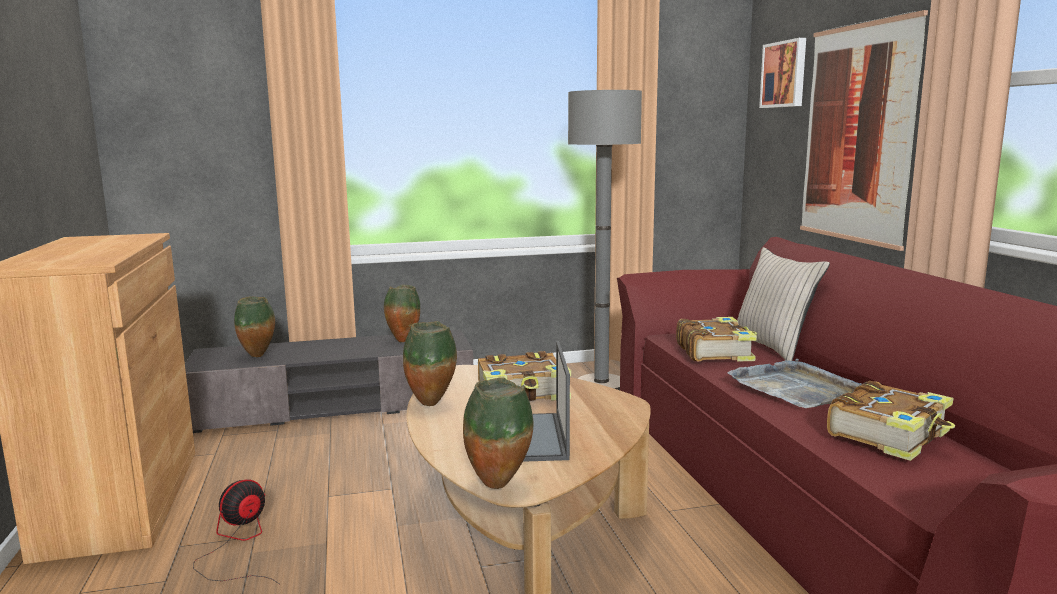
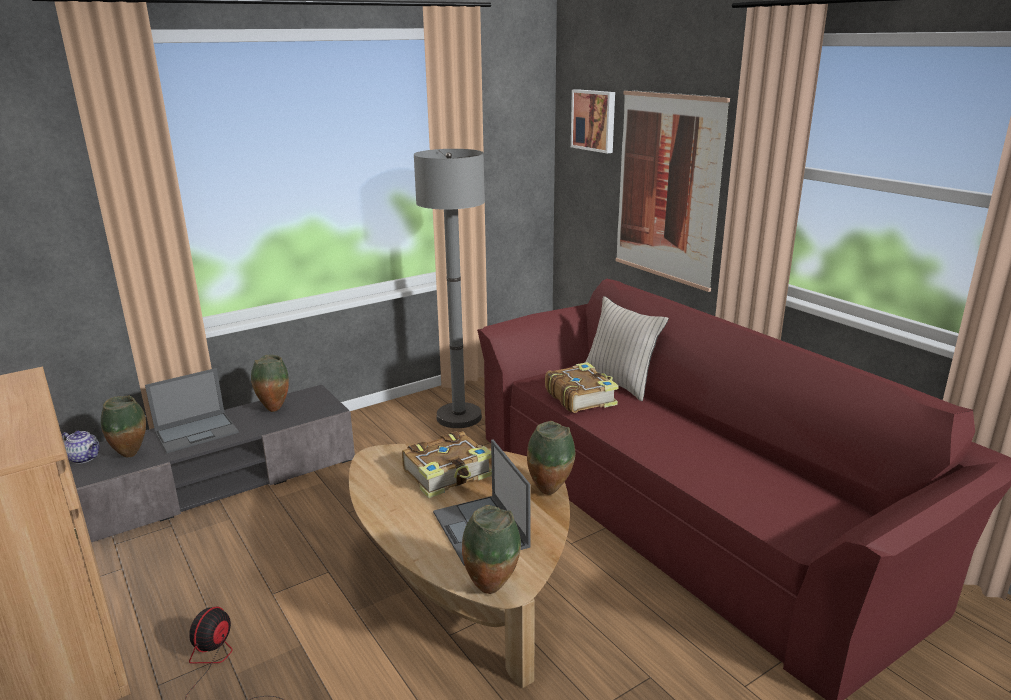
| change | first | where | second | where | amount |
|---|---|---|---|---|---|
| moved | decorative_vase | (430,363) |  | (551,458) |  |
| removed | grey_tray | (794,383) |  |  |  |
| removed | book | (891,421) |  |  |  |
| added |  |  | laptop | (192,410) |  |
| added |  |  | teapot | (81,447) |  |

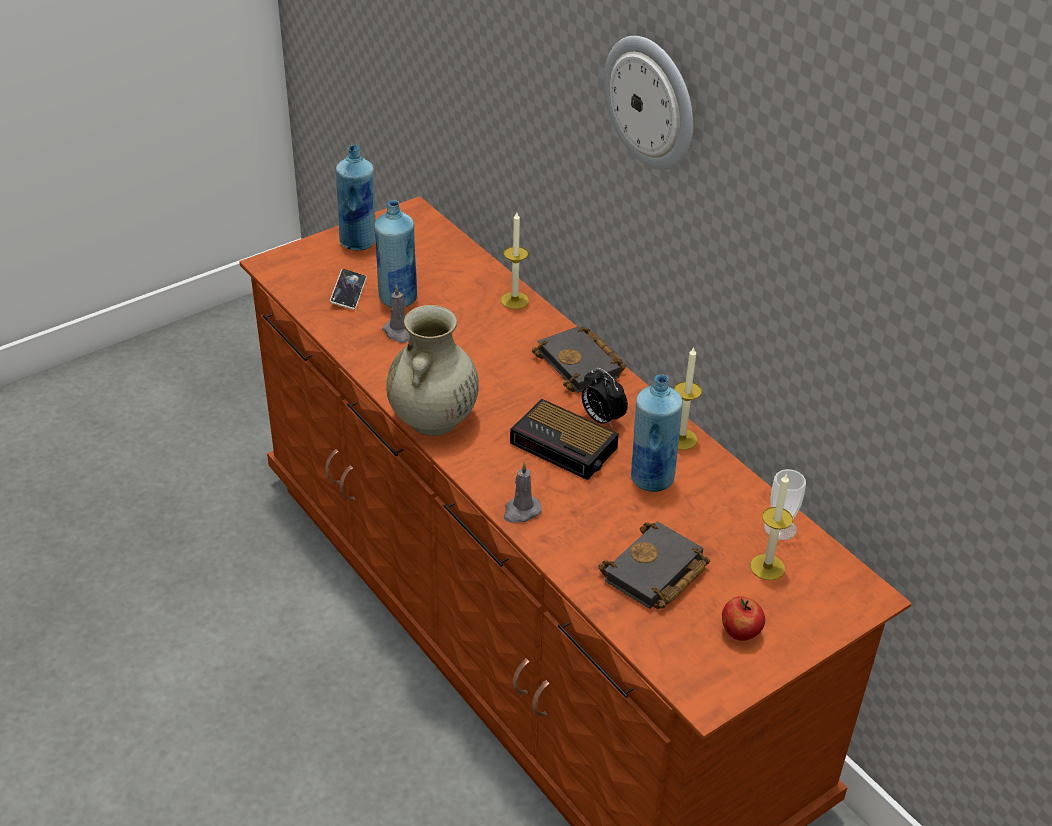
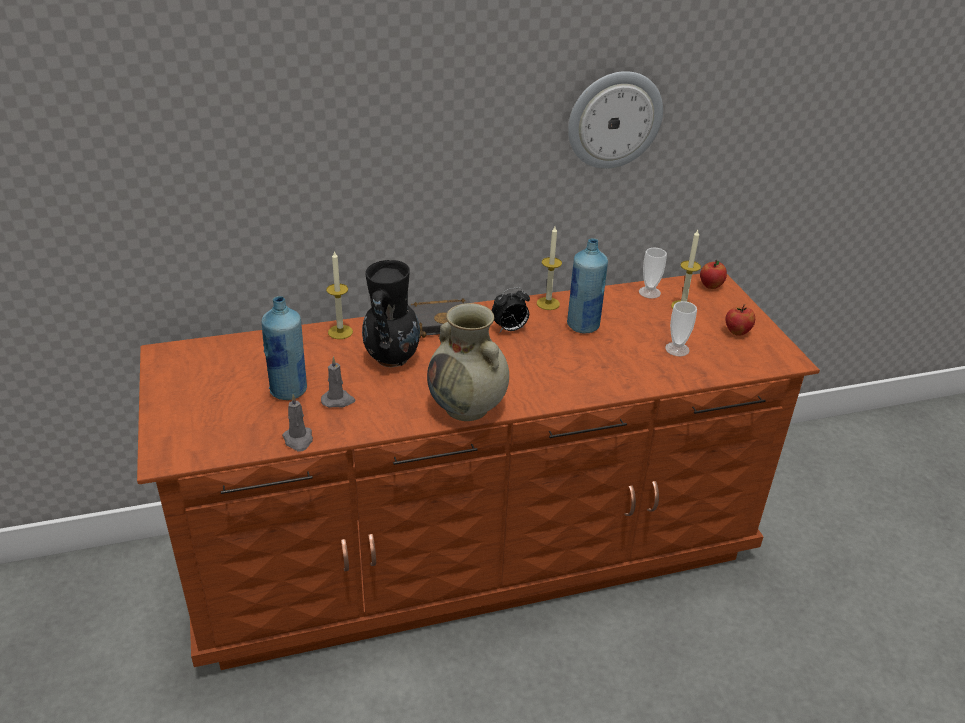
| change | first | where | second | where | amount |
|---|---|---|---|---|---|
| moved | hanging_clock | (648,103) |  | (615,120) |  |
| removed | blue_drink_bottle | (356,198) |  |  |  |
| removed | handset | (348,289) |  |  |  |
| removed | bedside_clock | (564,439) |  |  |  |
| moved | grey_wax_candle | (522,492) |  | (297,422) |  |
| replaced | black_book | (654,565) | drinking_cup | (681,328) |  |
| added |  |  | black_decorative_vase | (391,313) |  |
| added |  |  | apple | (713,274) |  |

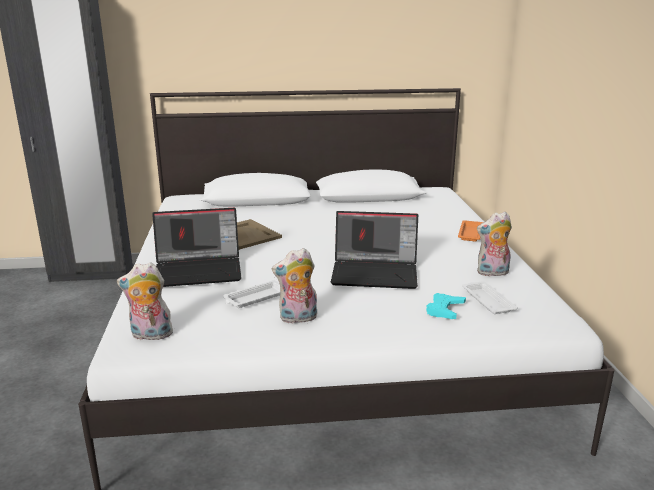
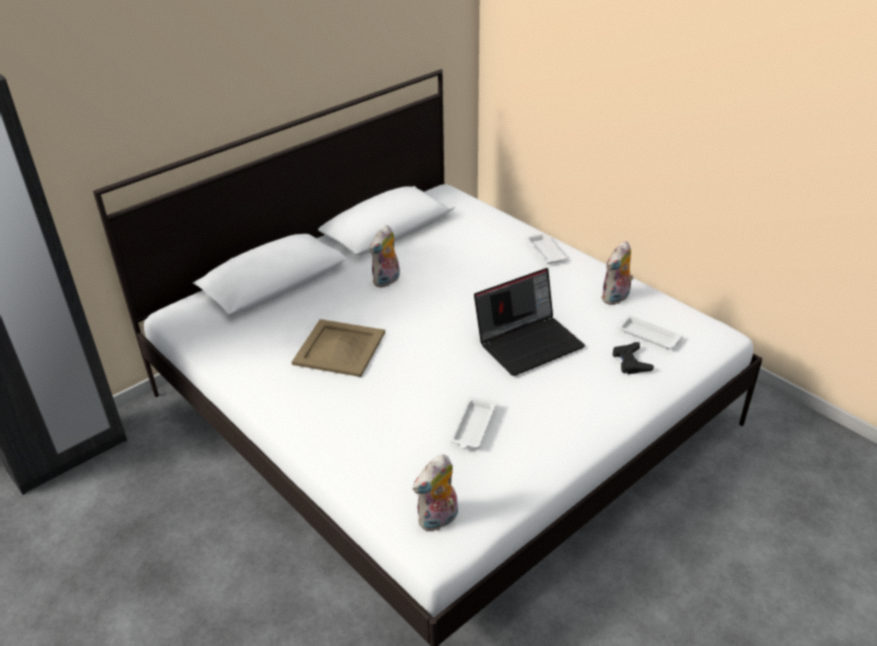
| change | first | where | second | where | amount |
|---|---|---|---|---|---|
| removed | laptop | (196,247) |  |  |  |
| recoloured | orange_tray | (470,231) | white_tray | (546,248) |  |
| moved | plush_toy | (294,286) |  | (385,256) |  |
| recoloured | turquoise-coloured_joypad | (446,306) | black_joypad | (633,358) |  |

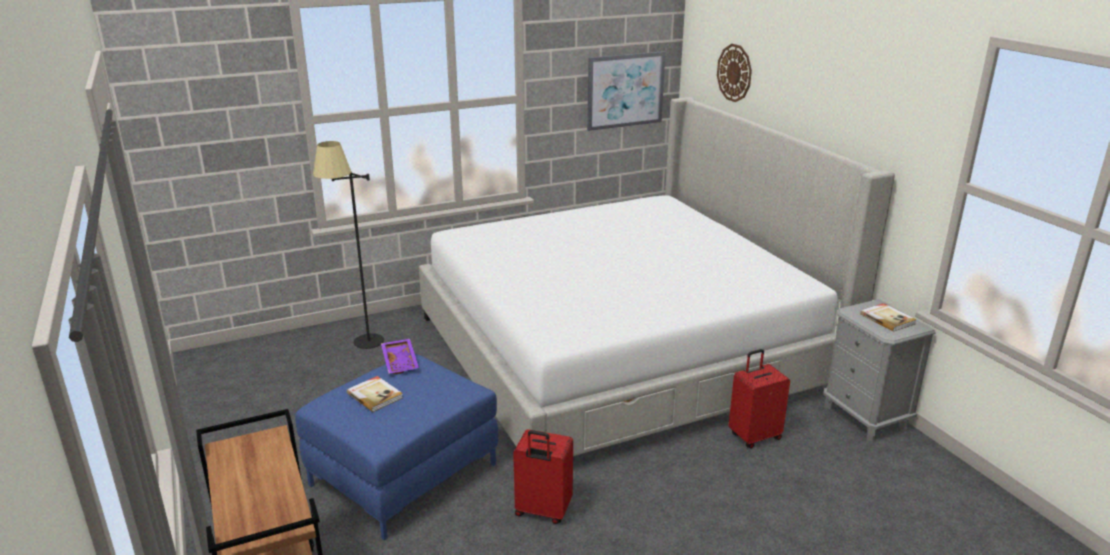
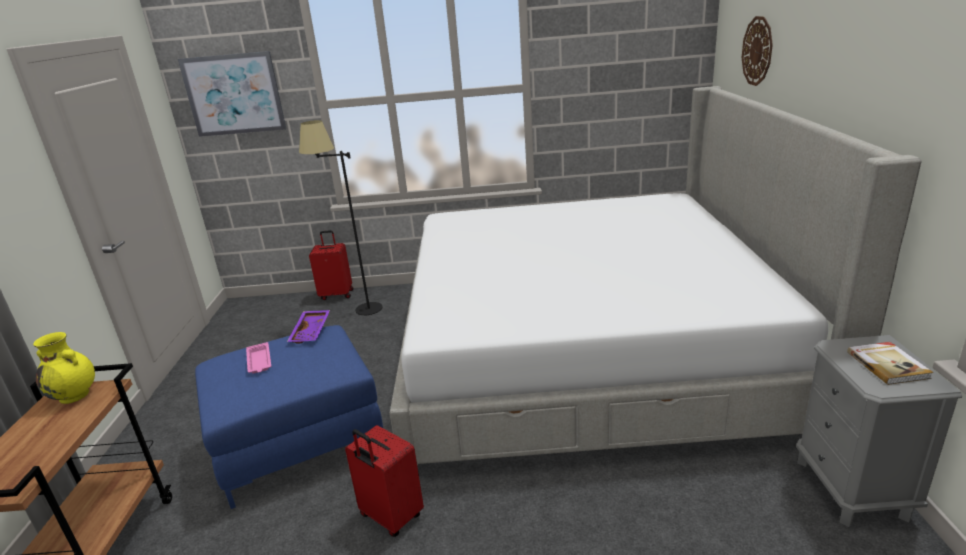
| change | first | where | second | where | amount |
|---|---|---|---|---|---|
| moved | wall_art | (626,91) |  | (232,94) |  |
| moved | red_travel_case | (759,398) |  | (331,265) |  |
| replaced | book | (375,394) | pink_tray | (258,358) |  |
| added |  |  | yellow-coloured_decorative_vase | (64,368) |  |

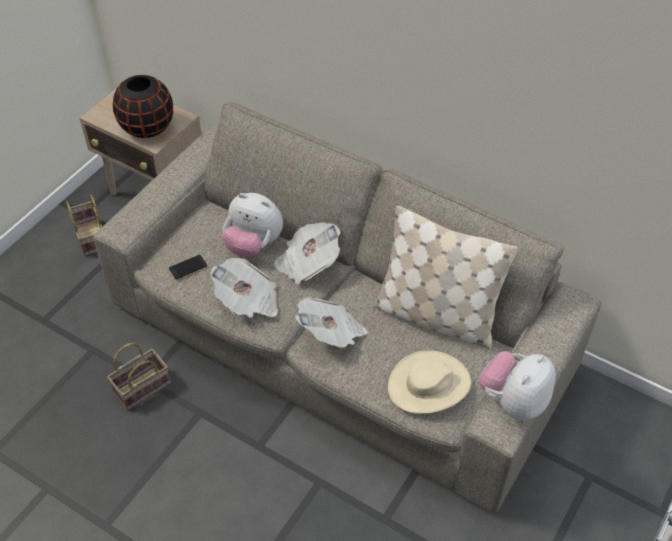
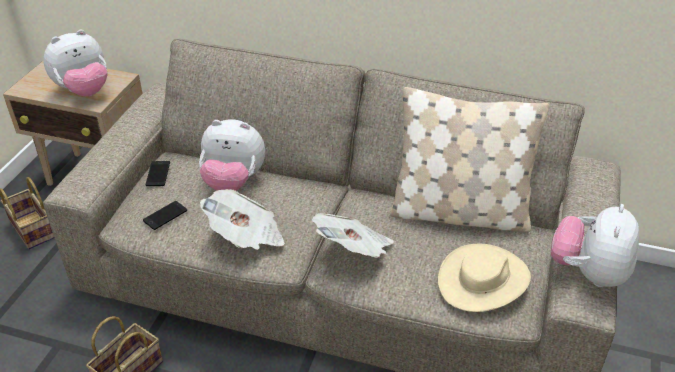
| change | first | where | second | where | amount |
|---|---|---|---|---|---|
| replaced | black_decorative_vase | (143,106) | plush_toy | (75,63) |  |
| removed | newspaper | (307,253) |  |  |  |
| added |  |  | handset | (158,173) |  |

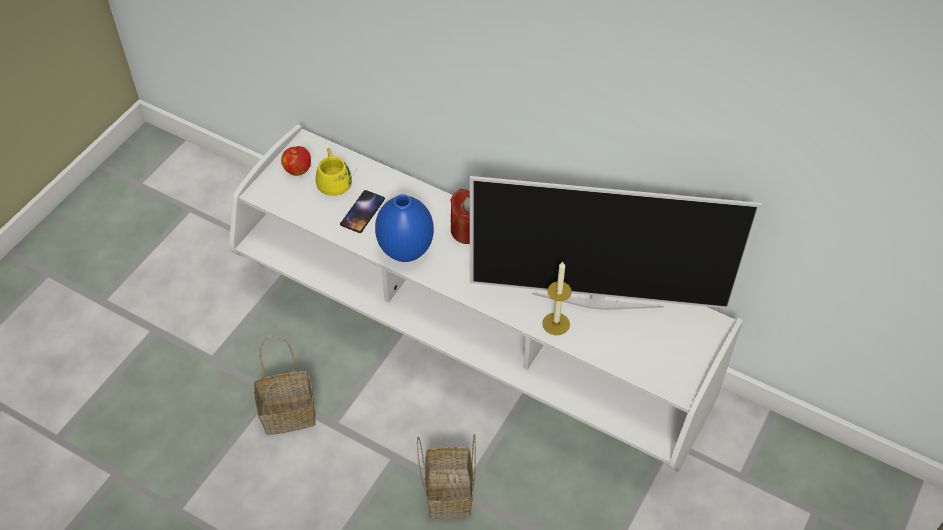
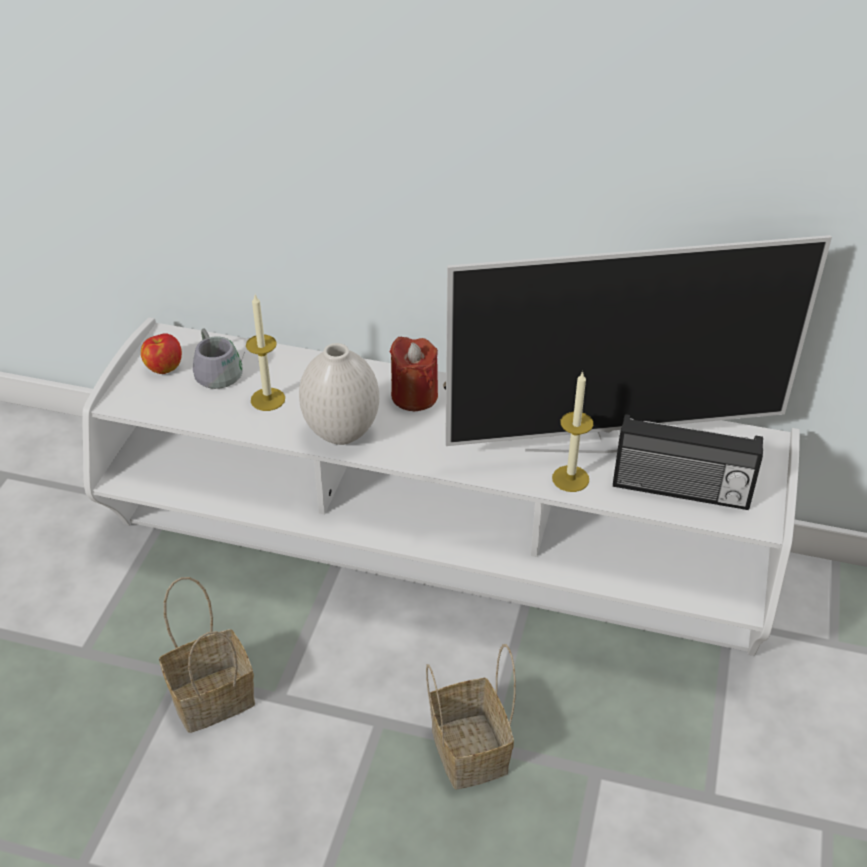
| change | first | where | second | where | amount |
|---|---|---|---|---|---|
| recoloured | yellow-coloured_coffee_mug | (337,172) | grey_coffee_mug | (219,359) |  |
| replaced | handset | (362,211) | wax_candle | (265,353) |  |
| recoloured | blue_decorative_vase | (404,228) | white_decorative_vase | (339,394) |  |
| added |  |  | radio_set | (688,462) |  |

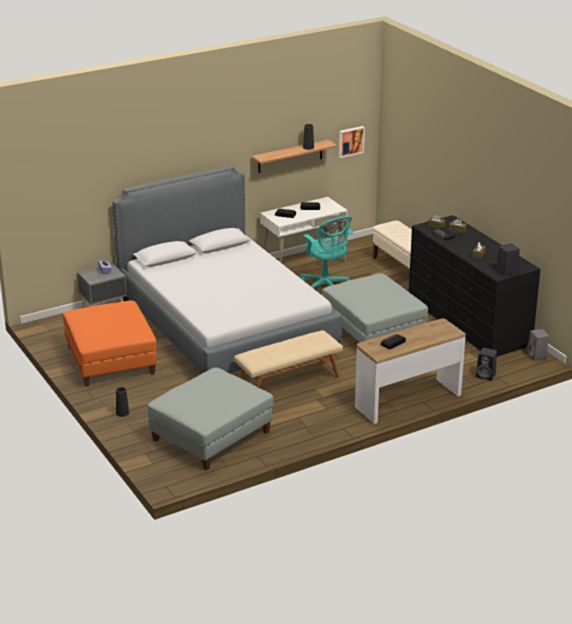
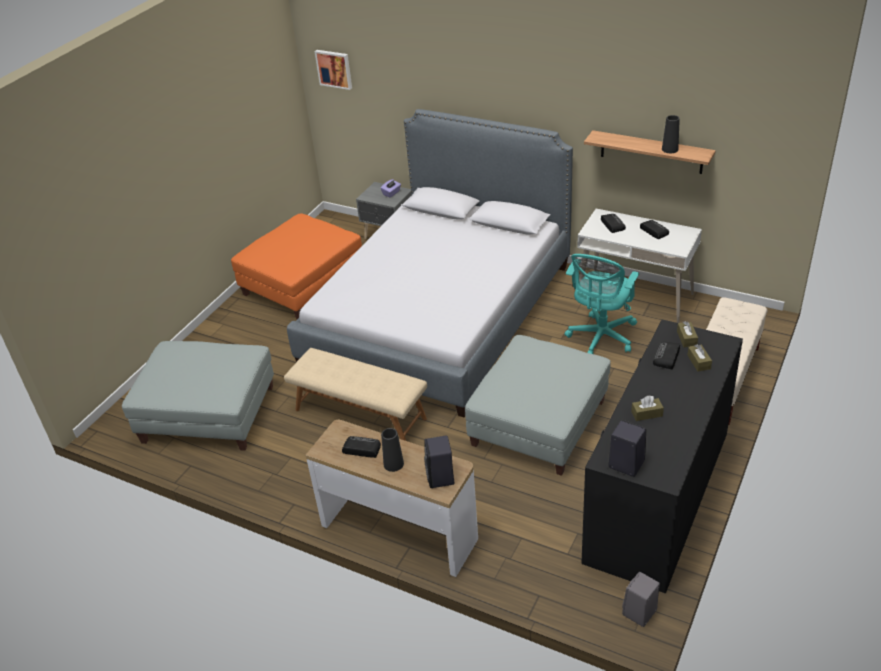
| change | first | where | second | where | amount |
|---|---|---|---|---|---|
| moved | wall_art | (352,142) |  | (333,70) |  |
| moved | black_loudspeaker | (486,364) |  | (439,462) |  |
| moved | black_decorative_vase | (122,402) |  | (392,450) |  |

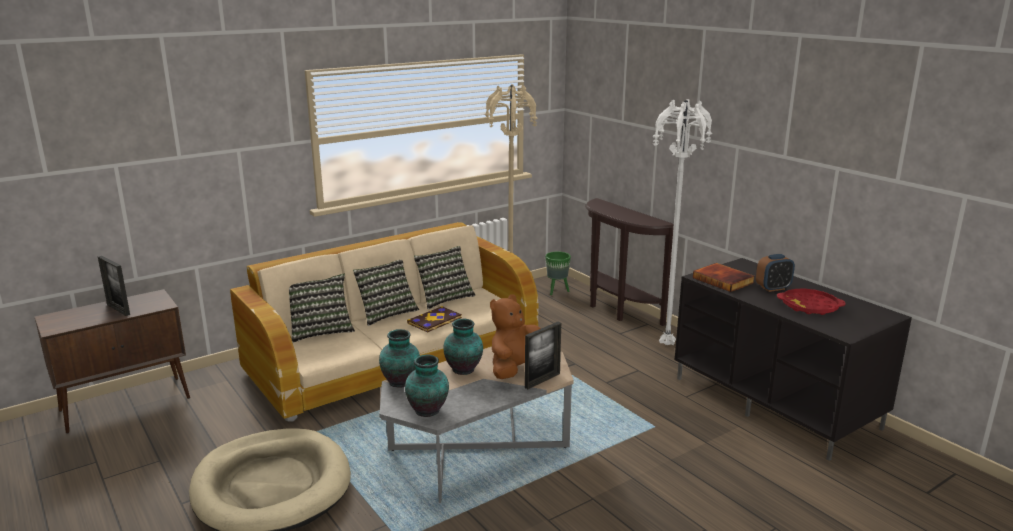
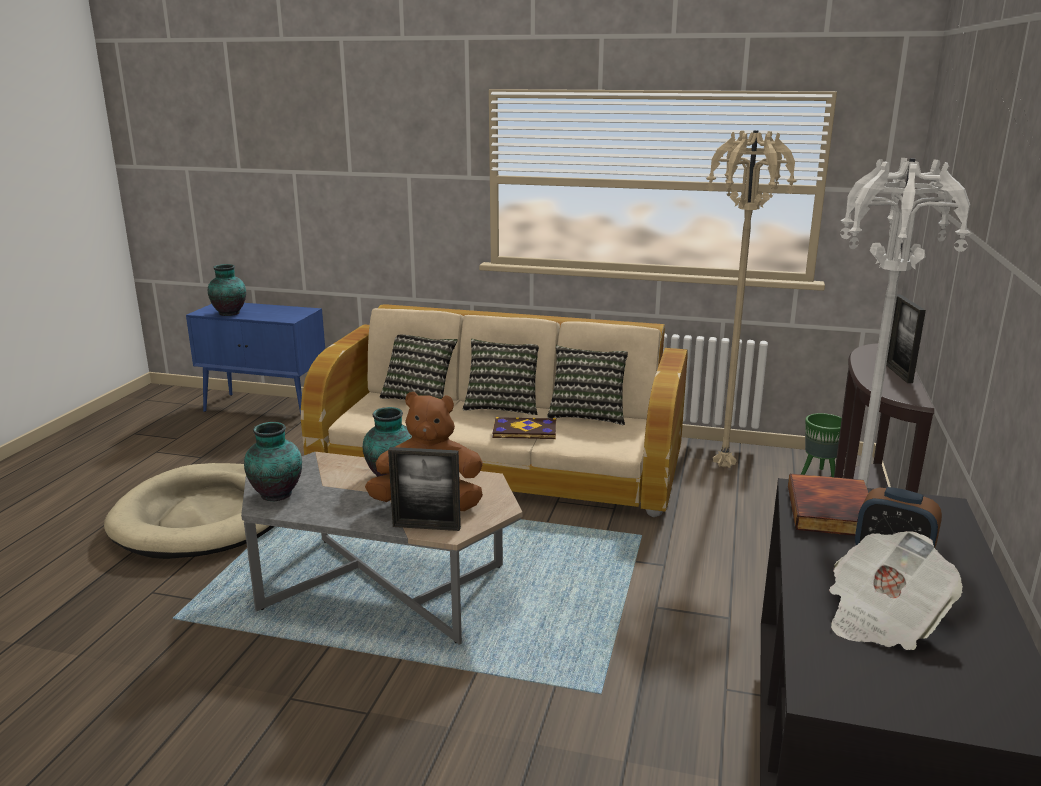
| change | first | where | second | where | amount |
|---|---|---|---|---|---|
| moved | photo_frame | (114,286) |  | (906,339) |  |
| recoloured | brown-coloured_storage_cabinet | (112,361) | blue_storage_cabinet | (255,359) |  |
| replaced | red_tray | (811,302) | newspaper | (896,590) |  |
| moved | decorative_vase | (399,358) |  | (227,290) |  |

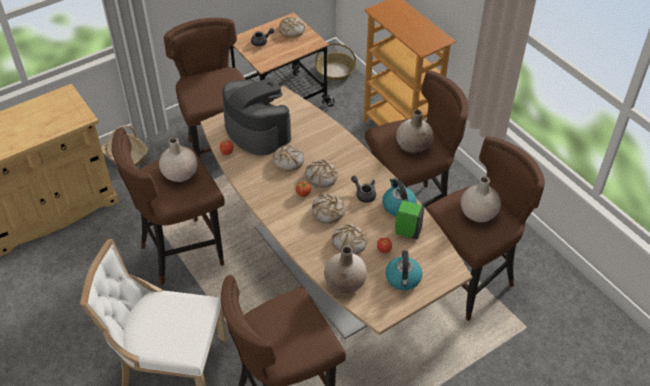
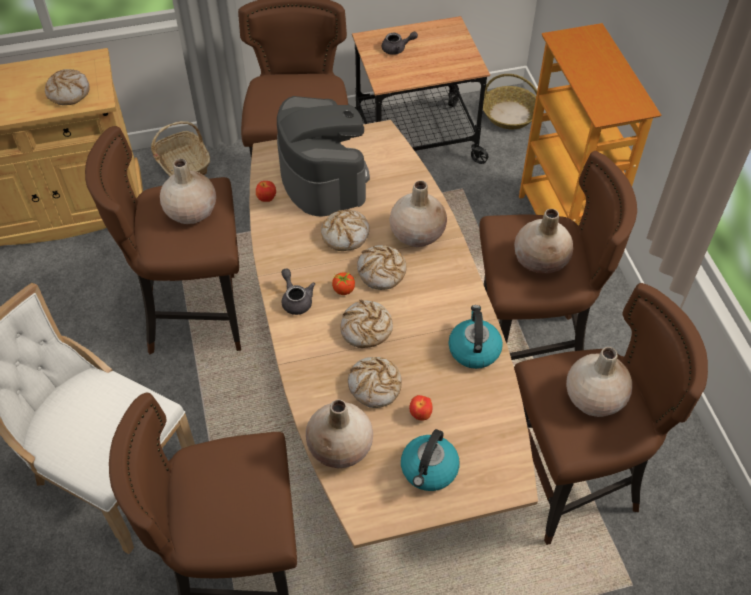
| change | first | where | second | where | amount |
|---|---|---|---|---|---|
| moved | baked_bread | (292,27) |  | (67,87) |  |
| moved | grey_teapot | (363,189) |  | (298,292) |  |
| removed | green_liquid_soap_bottle | (410,220) |  |  |  |
| added |  |  | beige_decorative_vase | (418,214) |  |

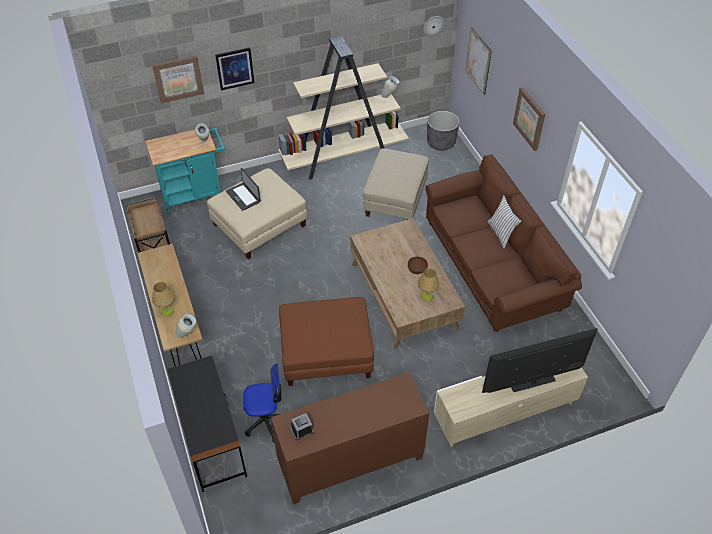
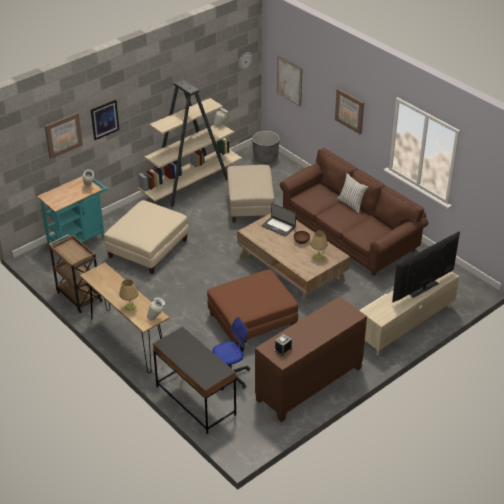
| change | first | where | second | where | amount |
|---|---|---|---|---|---|
| moved | laptop | (243,189) |  | (278,220) |  |

